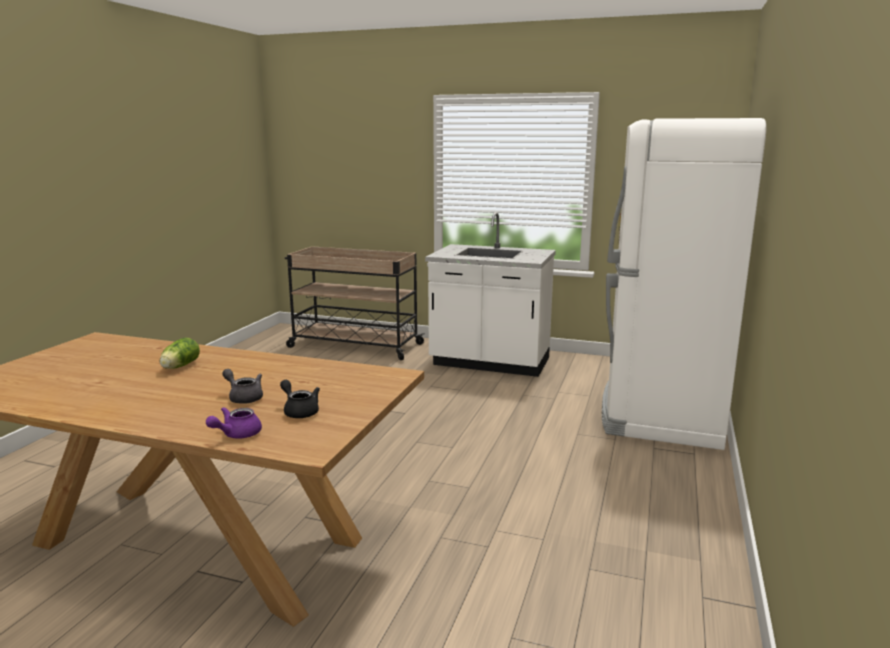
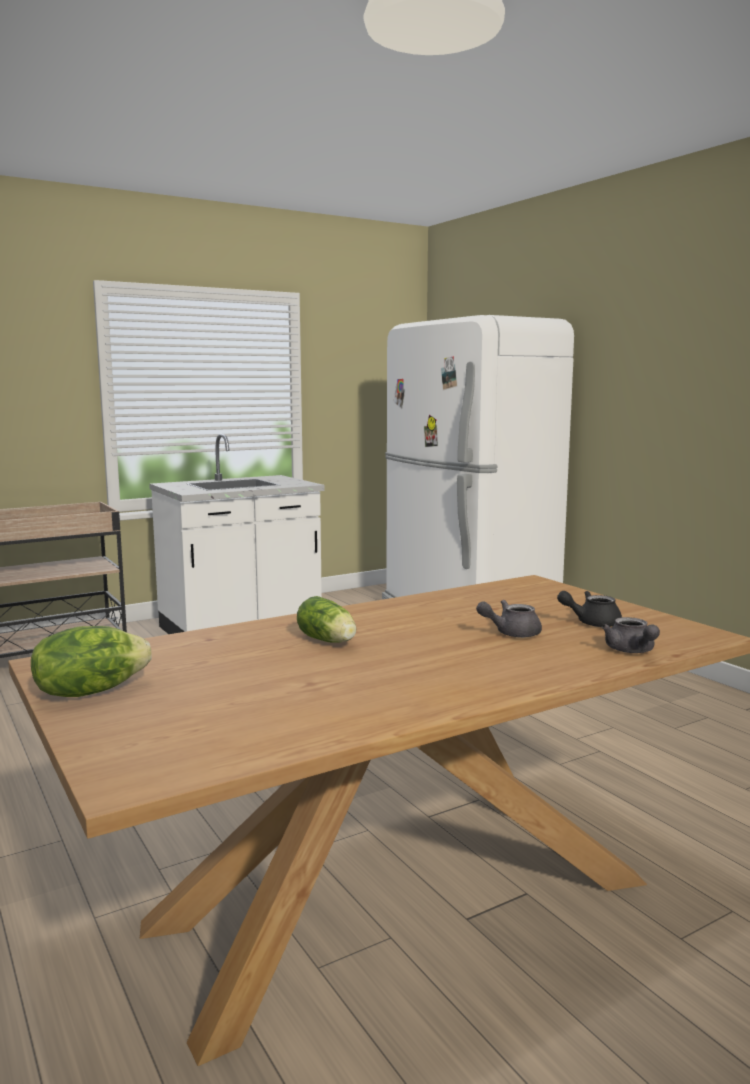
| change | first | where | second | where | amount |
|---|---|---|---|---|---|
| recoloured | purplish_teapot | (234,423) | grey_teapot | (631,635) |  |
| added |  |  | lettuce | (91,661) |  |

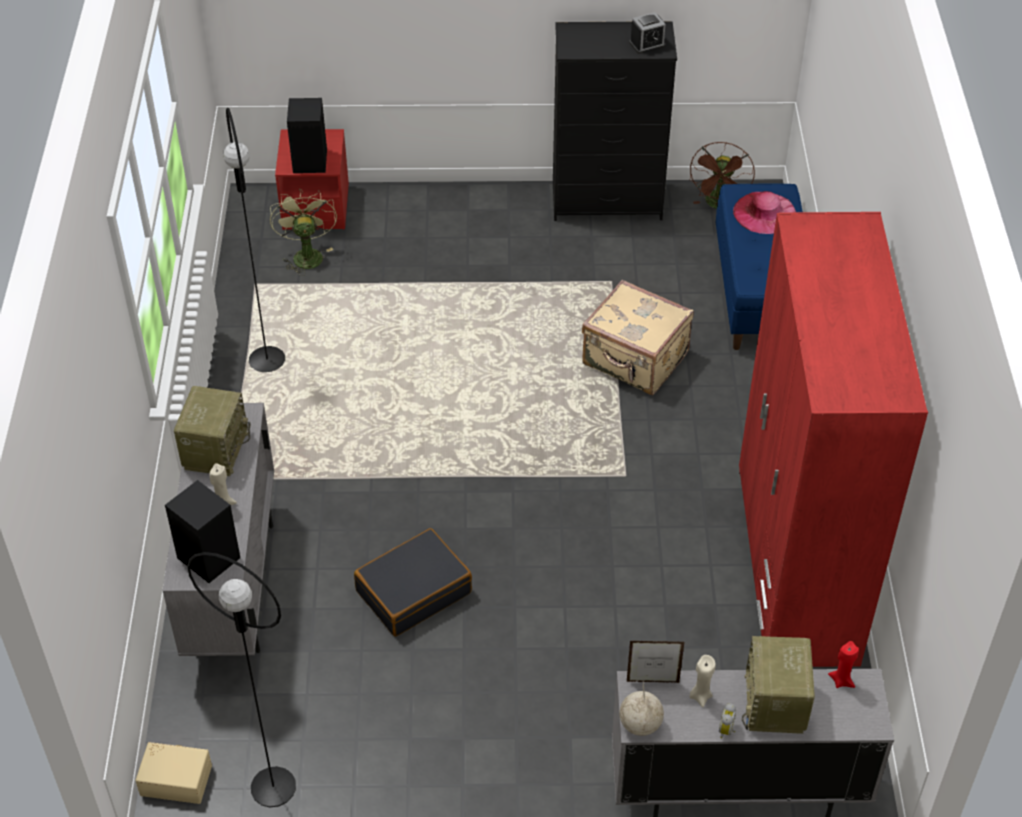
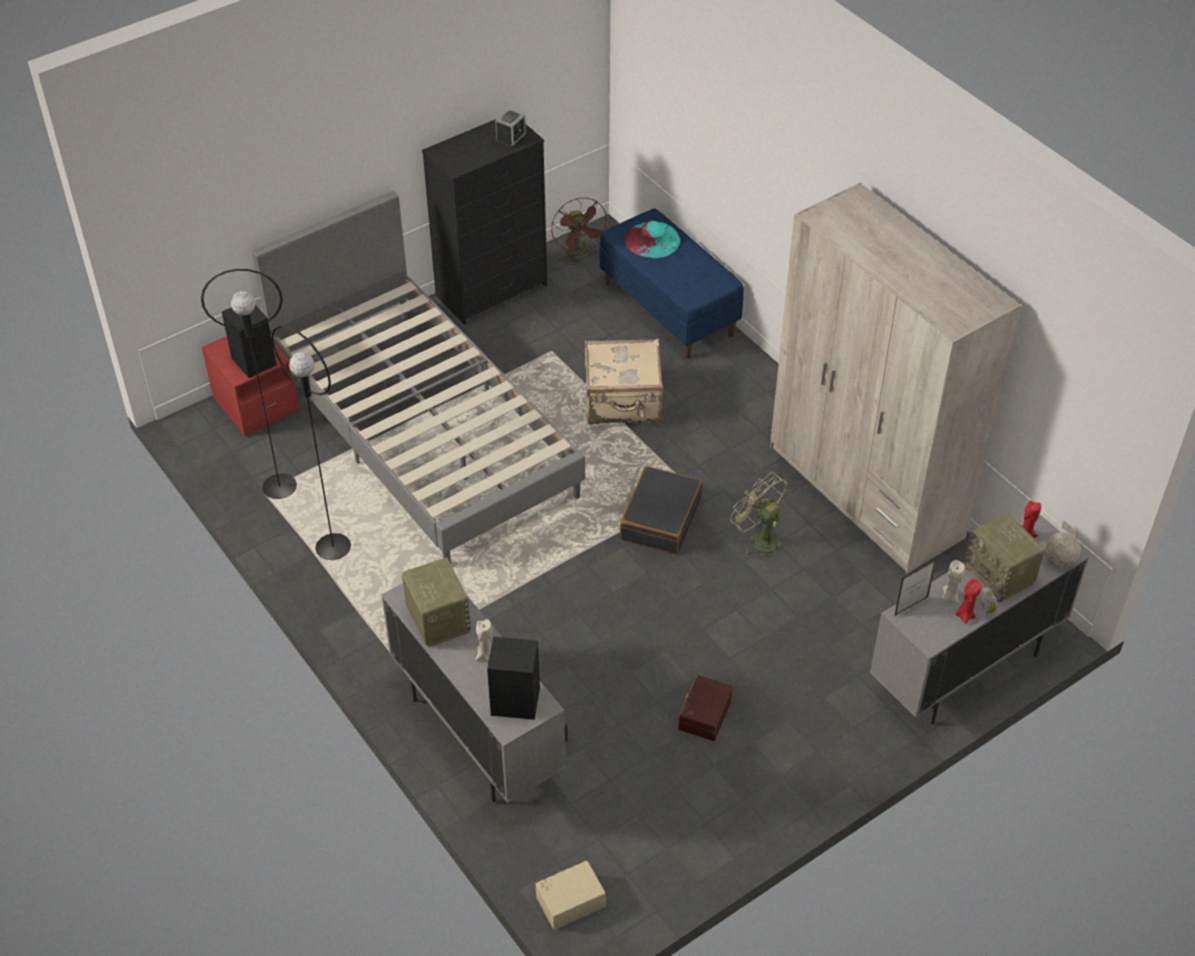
| change | first | where | second | where | amount |
|---|---|---|---|---|---|
| moved | green_electric_fan | (303,232) |  | (758,516) |  |
| recoloured | pink_wearable_hat | (764,212) | turquoise-coloured_wearable_hat | (652,239) |  |
| recoloured | red_clothes_cupboard | (833,439) | beige_clothes_cupboard | (895,378) |  |
| moved | black_travel_case | (413,582) |  | (661,510) |  |
| moved | black_floor_lamp | (241,679) |  | (249,384) |  |
| moved | world_globe | (641,708) |  | (1062,544) |  |
| added |  |  | grey_sleeping_bed | (418,377) |  |
| added |  |  | red_wax_candle | (968,601) |  |
| added |  |  | brown-coloured_storage_box | (705,708) |  |

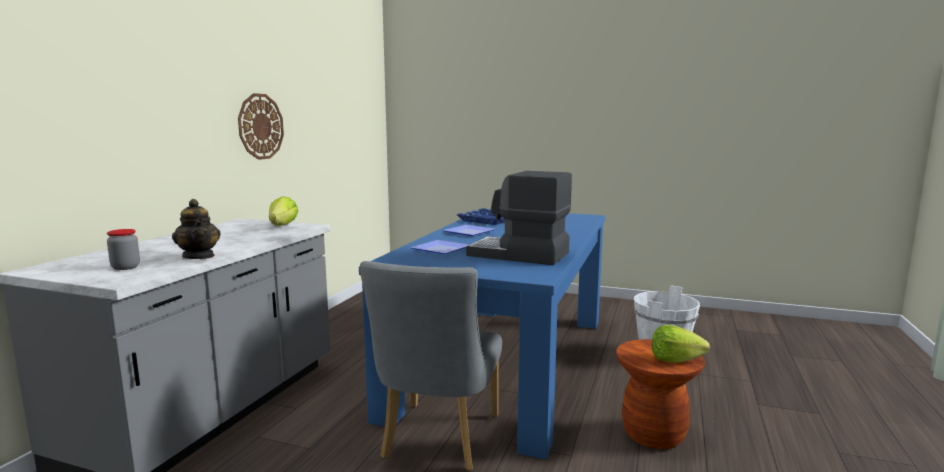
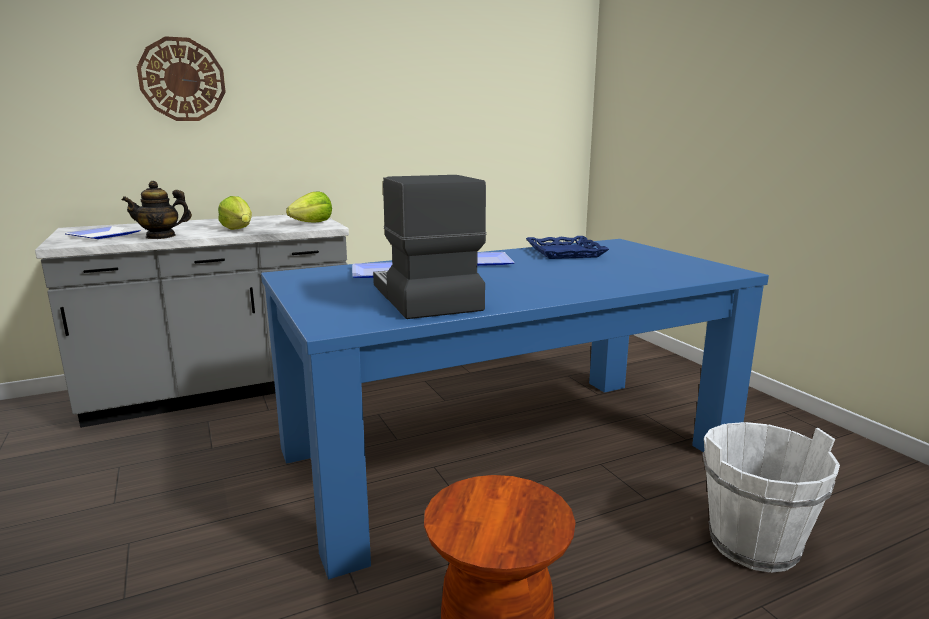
| change | first | where | second | where | amount |
|---|---|---|---|---|---|
| moved | hanging_clock | (261,126) |  | (181,78) |  |
| turned | teapot | (196,229) |  | (157,210) | 60 degrees clockwise |
| replaced | preserve_jar | (123,249) | plate | (102,232) |  |
| removed | grey_plain_chair | (431,366) |  |  |  |
| moved | lettuce | (681,344) |  | (235,213) |  |

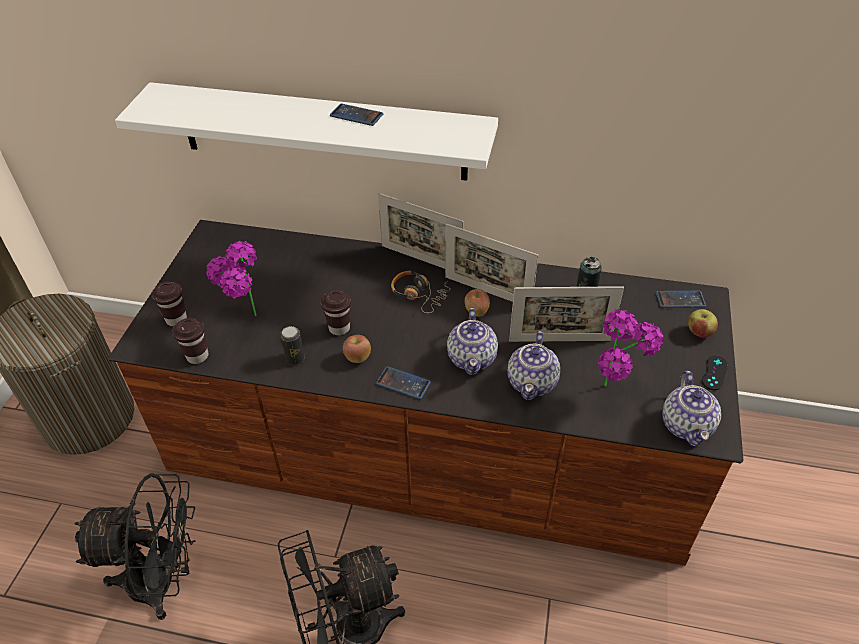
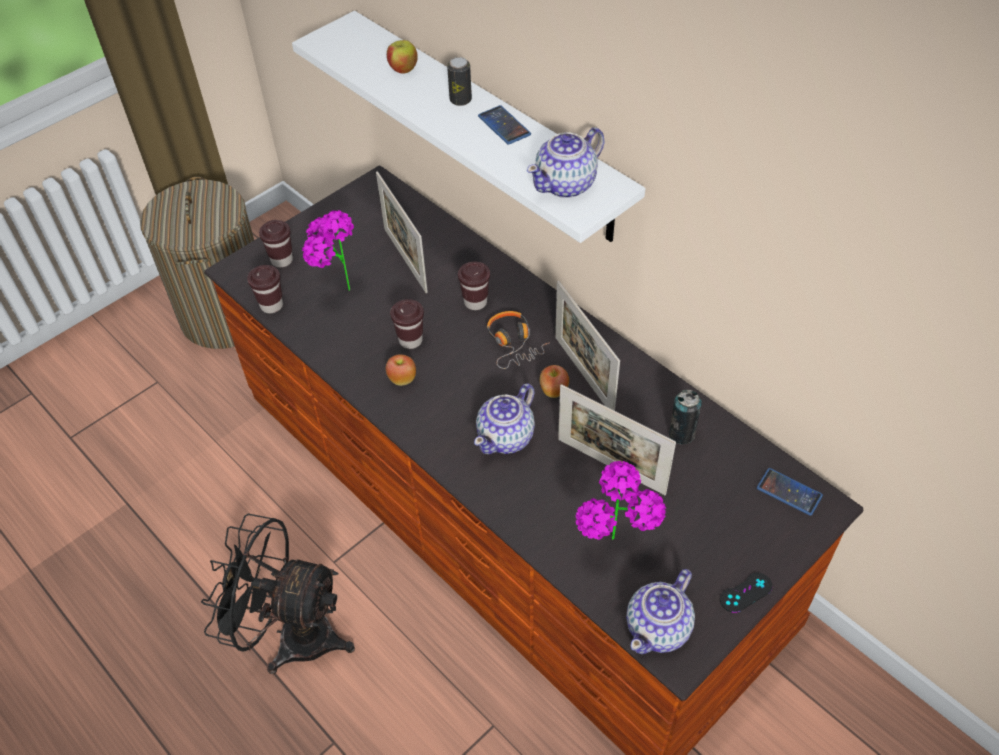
| change | first | where | second | where | amount |
|---|---|---|---|---|---|
| moved | photo_frame | (421,231) |  | (402,232) |  |
| moved | apple | (703,323) |  | (402,57) |  |
| moved | sealed_can | (292,345) |  | (459,81) |  |
| moved | teapot | (533,365) |  | (565,162) |  |
| removed | handset | (403,382) |  |  |  |
| removed | black_electric_fan | (134,546) |  |  |  |
| added |  |  | brown-coloured_drinking_cup | (474,286) |  |

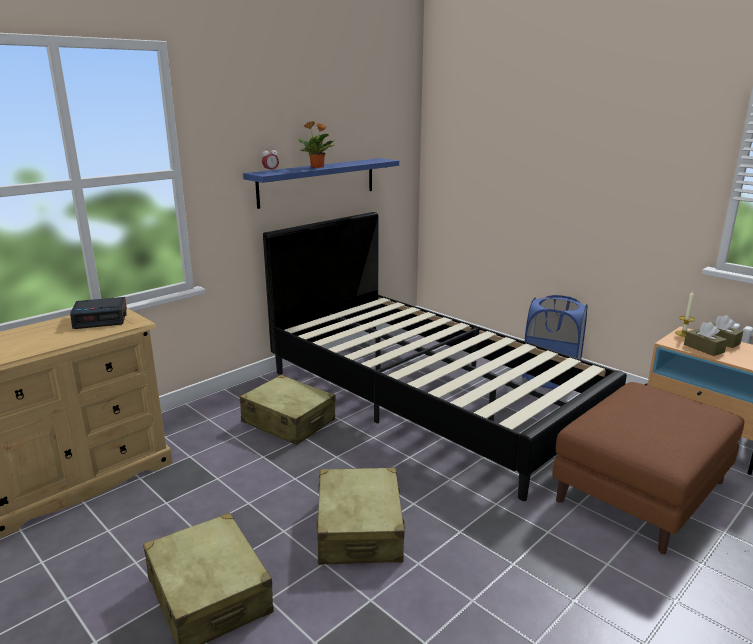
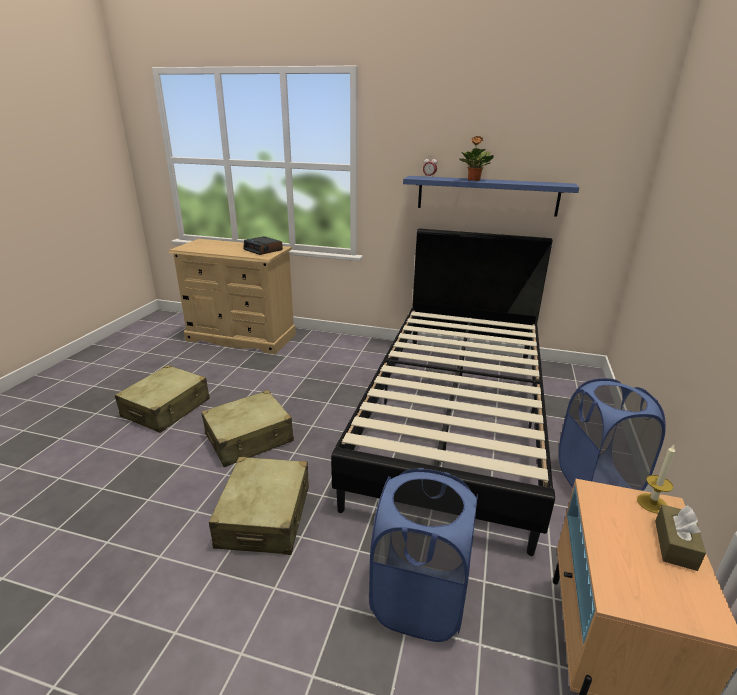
| change | first | where | second | where | amount |
|---|---|---|---|---|---|
| removed | brown-coloured_tissue_holder | (705,339) |  |  |  |
| moved | beige_travel_case | (288,410) |  | (259,506) |  |
| replaced | brown-coloured_pouffe | (648,468) | blue_laundry_basket | (423,555) |  |

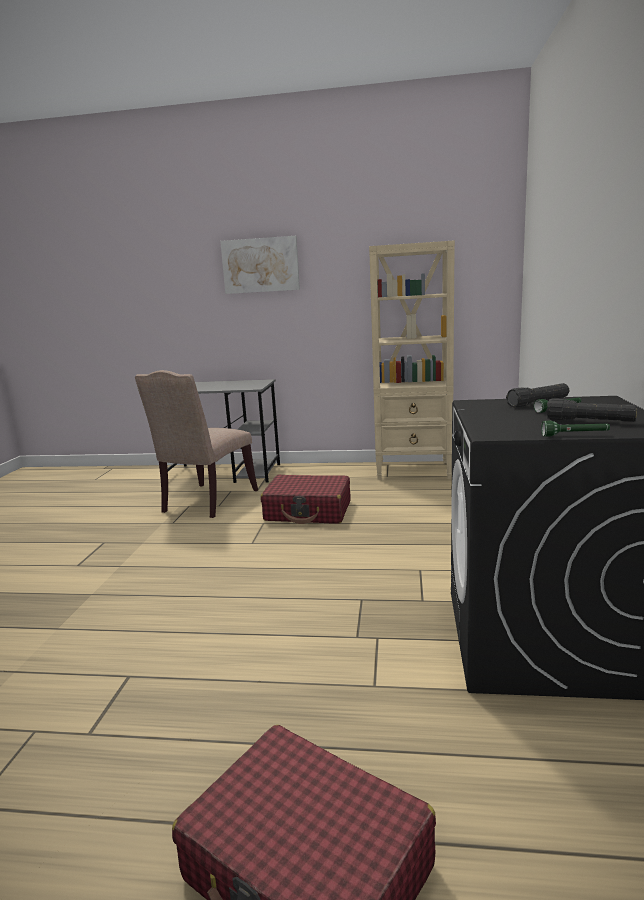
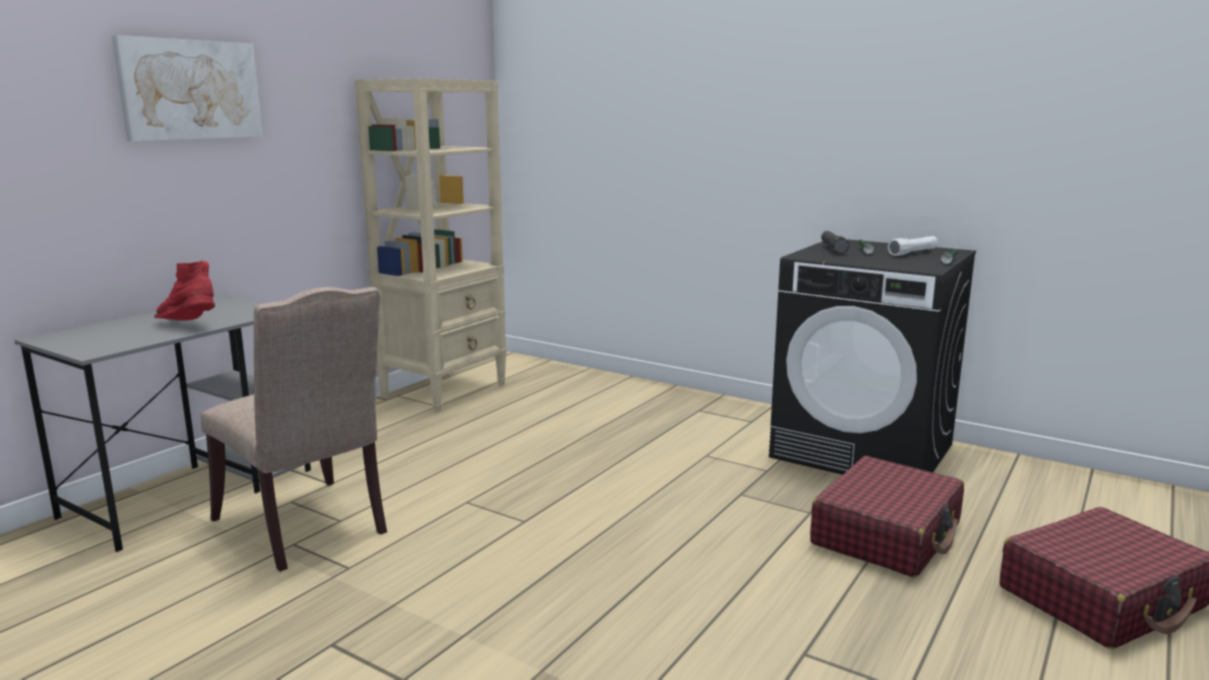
| change | first | where | second | where | amount |
|---|---|---|---|---|---|
| recoloured | black_hand_torch | (591,410) | white_hand_torch | (913,246) |  |
| moved | red_travel_case | (306,499) |  | (887,516) |  |
| added |  |  | red_boot | (184,291) |  |

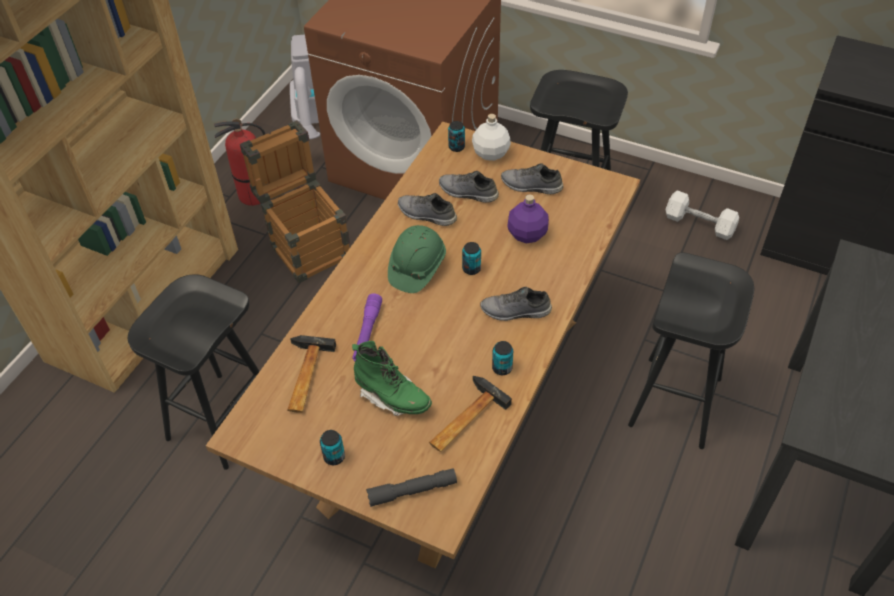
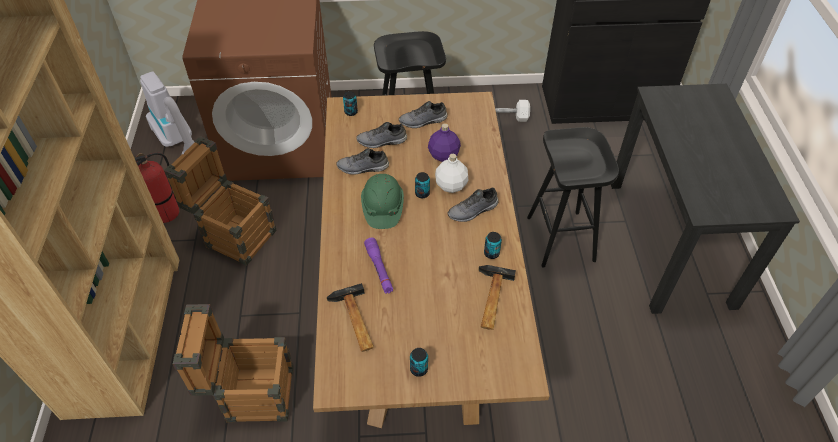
| change | first | where | second | where | amount |
|---|---|---|---|---|---|
| moved | white_drink_bottle | (491,137) |  | (451,173) |  |
| replaced | black_stool | (194,372) | shipping_crate | (233,363) |  |
| removed | green_boot | (392,378) |  |  |  |
| removed | grey_hand_torch | (411,487) |  |  |  |

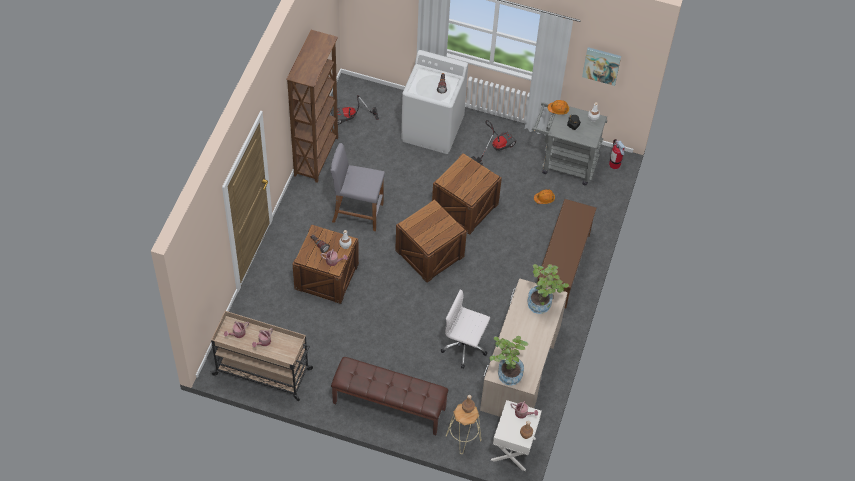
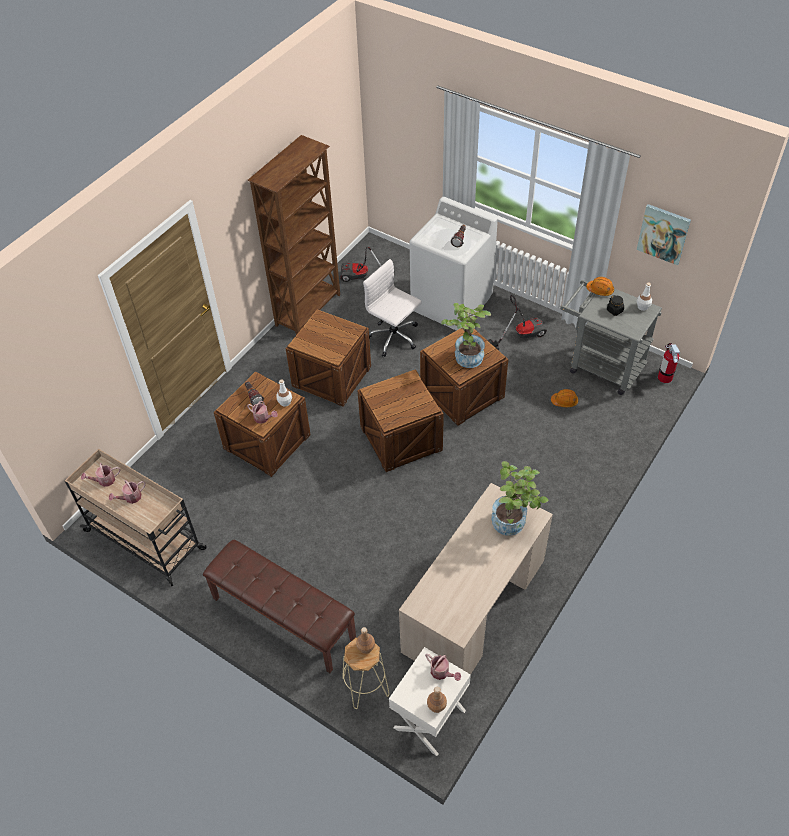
| change | first | where | second | where | amount |
|---|---|---|---|---|---|
| replaced | grey_stool | (357,187) | shipping_crate | (328,358) |  |
| removed | brown-coloured_shoe_rack | (567,254) |  |  |  |
| moved | white_computer_chair | (465,329) |  | (392,308) |  |
| moved | potted_plant | (509,360) |  | (466,335) |  |

